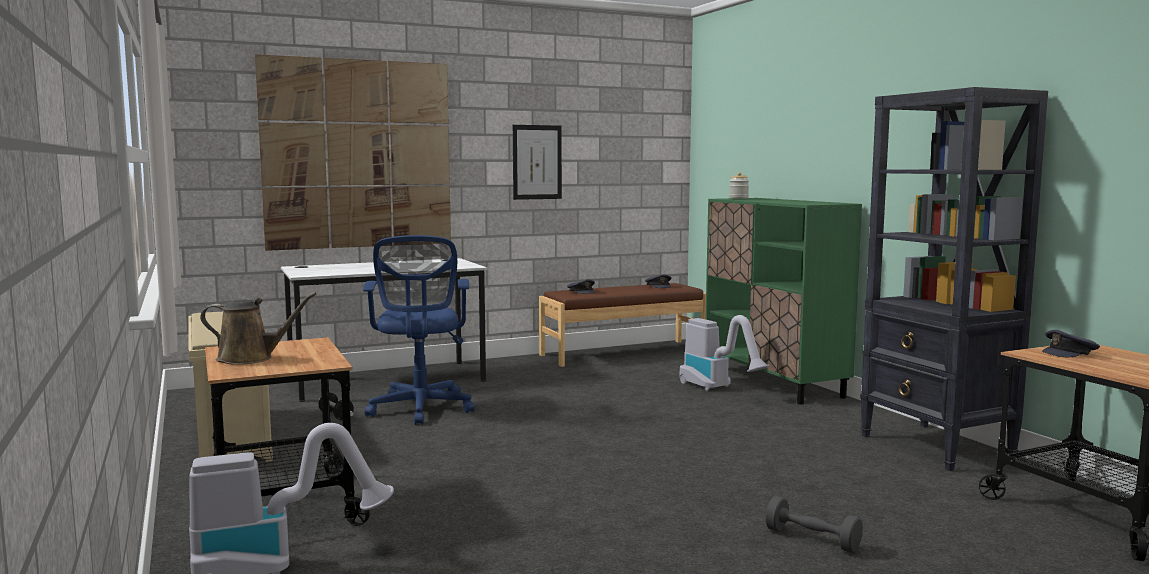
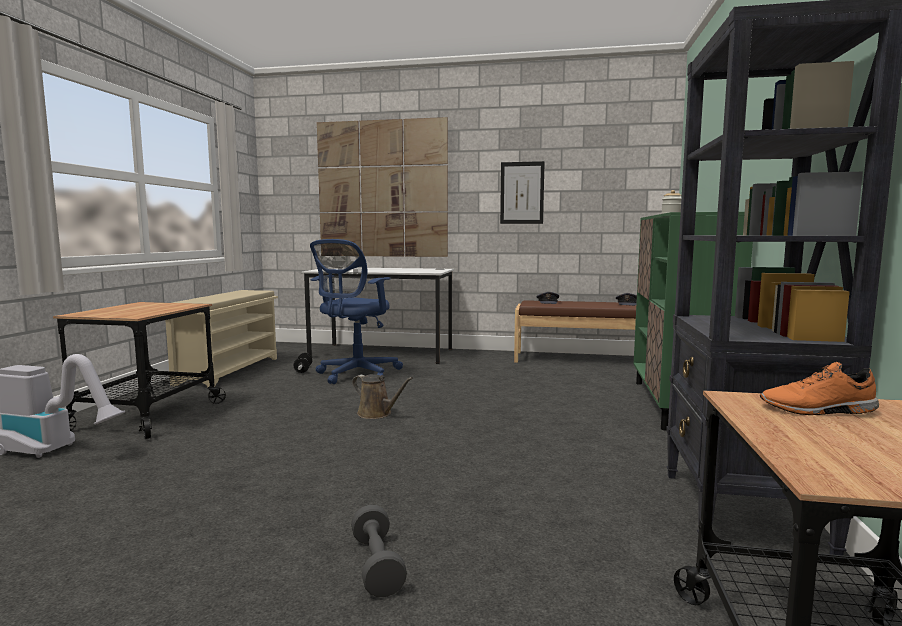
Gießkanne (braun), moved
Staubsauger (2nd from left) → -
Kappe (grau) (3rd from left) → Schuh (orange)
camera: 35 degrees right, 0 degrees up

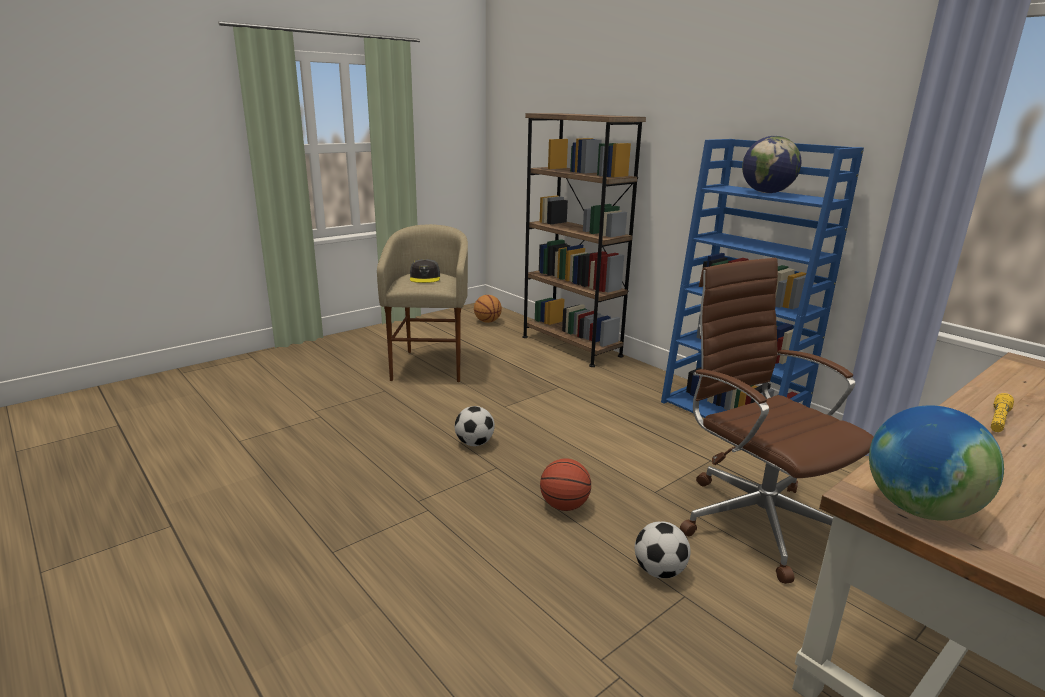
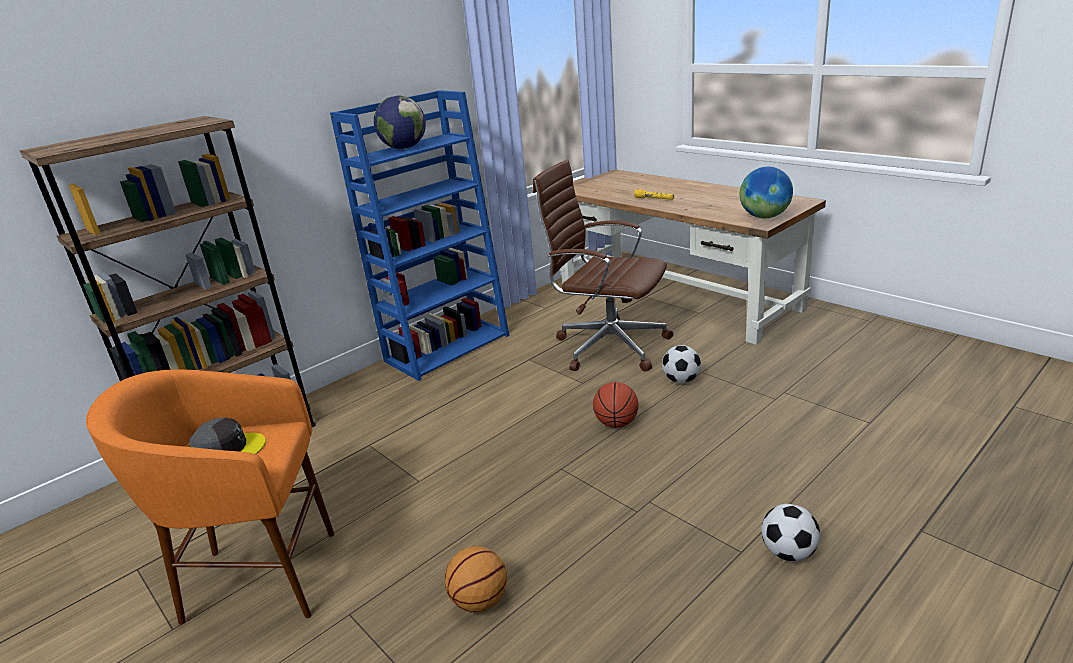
Hocker (beige) → Hocker (orange)
Fußball (1st from left in the first image) → Fußball (2nd from left), moved
Basketball (1st from left), moved
Bürostuhl (braun), 60 degrees clockwise
camera: 90 degrees left, 5 degrees up

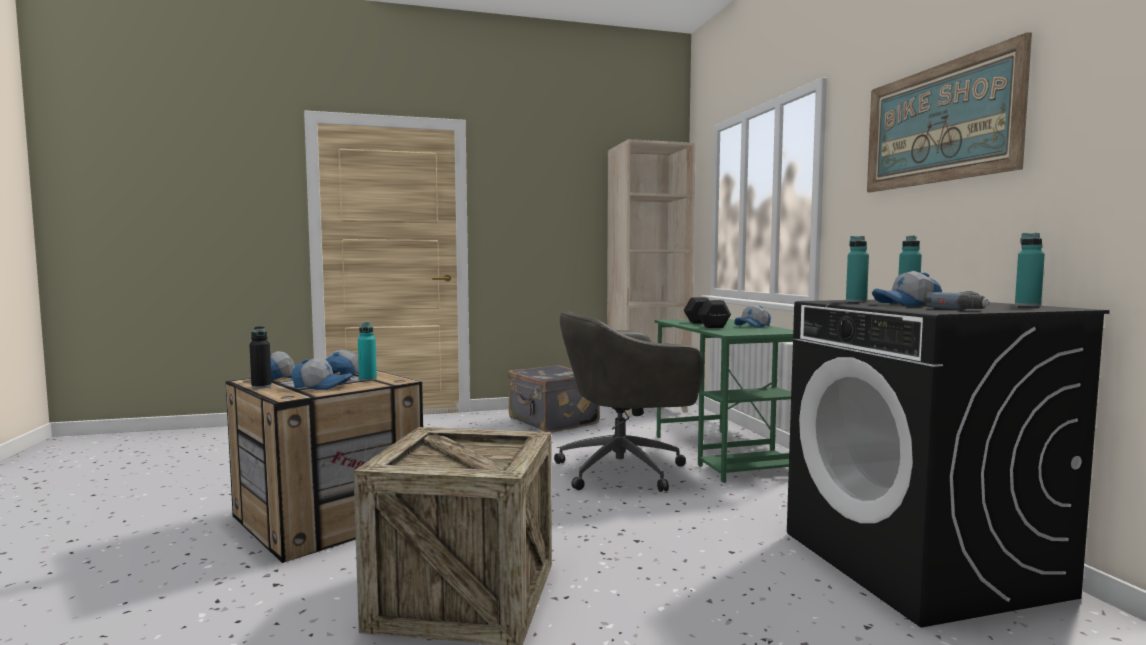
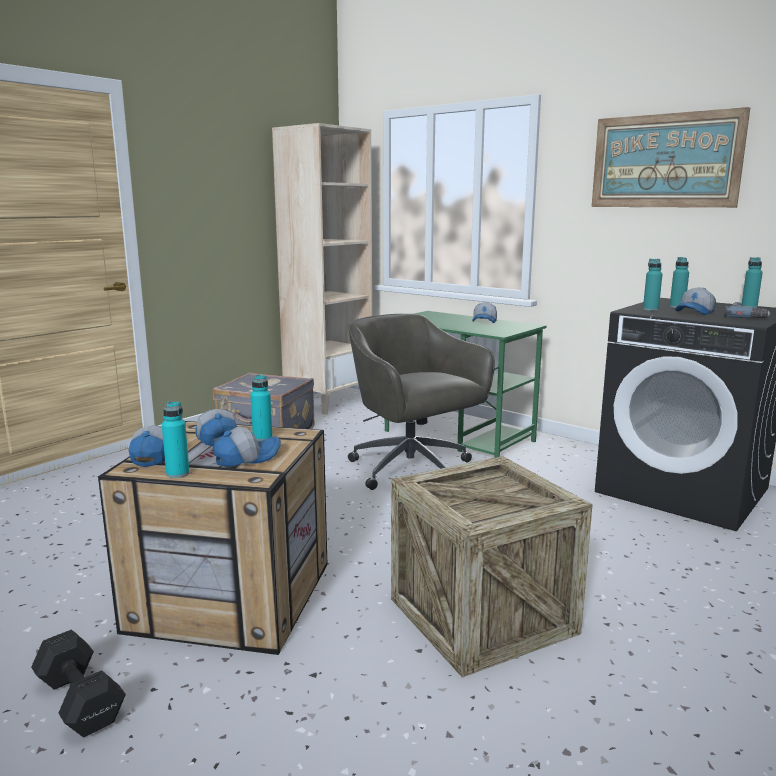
Flasche (schwarz) → Flasche (türkis) (1st from left)
Bürostuhl (grau), 105 degrees clockwise
Hantel (schwarz), moved
camera: 35 degrees left, 10 degrees up

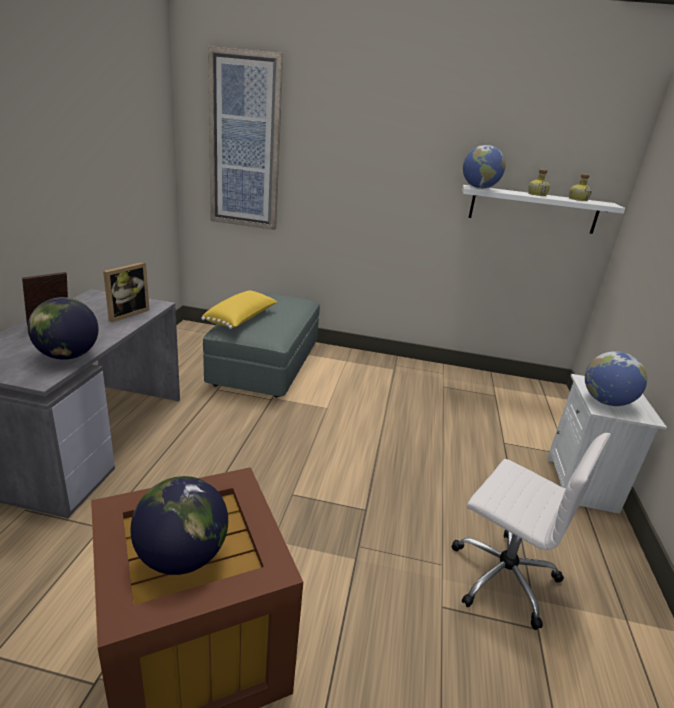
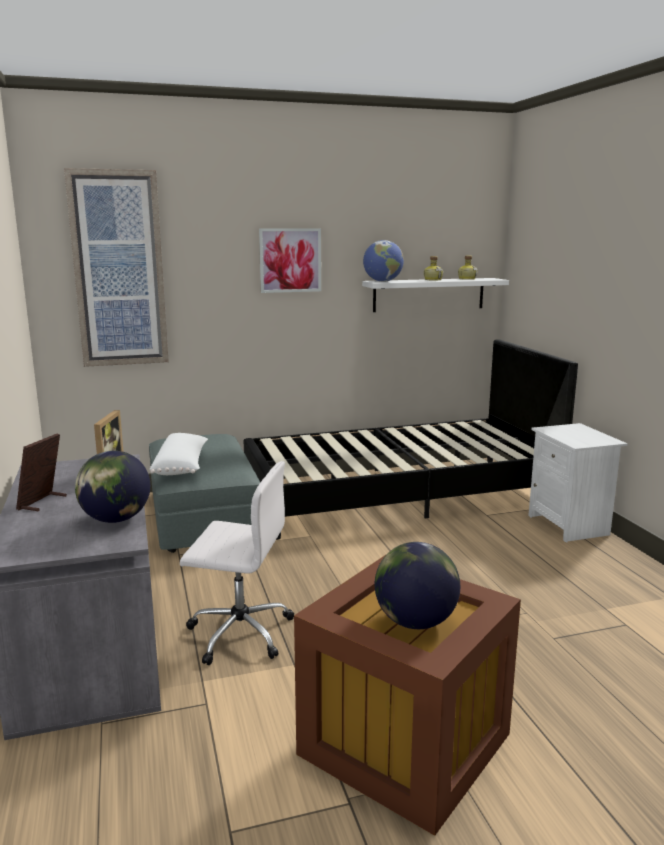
Kissen (gelb) → Kissen (weiß)
Bürostuhl (weiß), moved
Globus (4th from left) → -
- → Bett (schwarz)
- → Bild (2nd from left)
camera: 25 degrees left, 10 degrees down

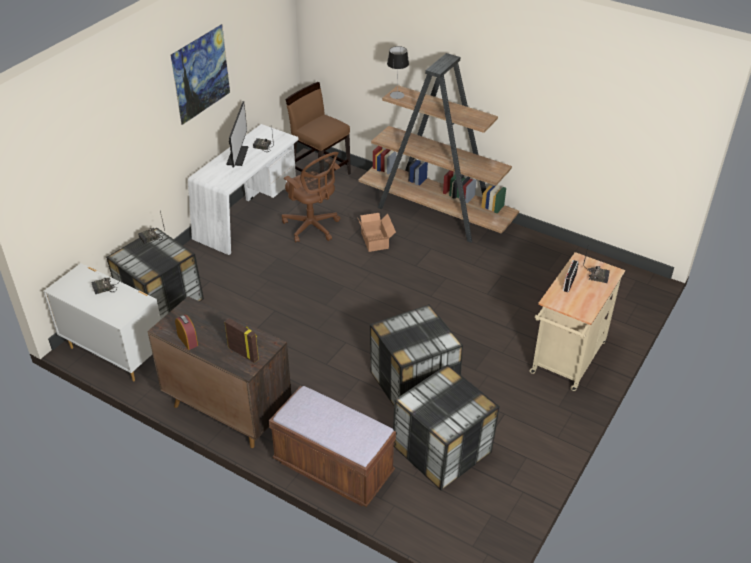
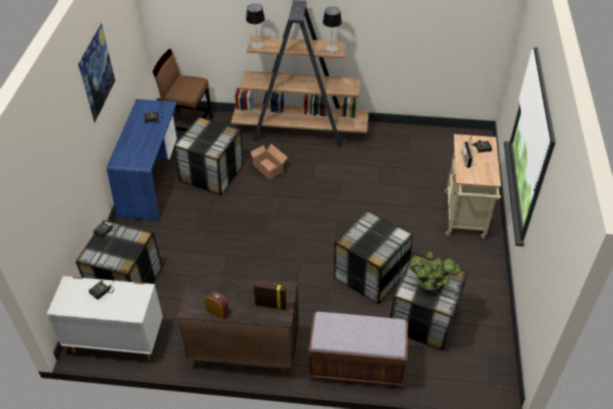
Schreibtisch (weiß) → Schreibtisch (blau)
Monitor → -
Bürostuhl (braun) → Aufbewahrungsbox (2nd from left)
- → Tischlampe (2nd from left)
- → Topfpflanze
camera: 25 degrees left, 5 degrees up

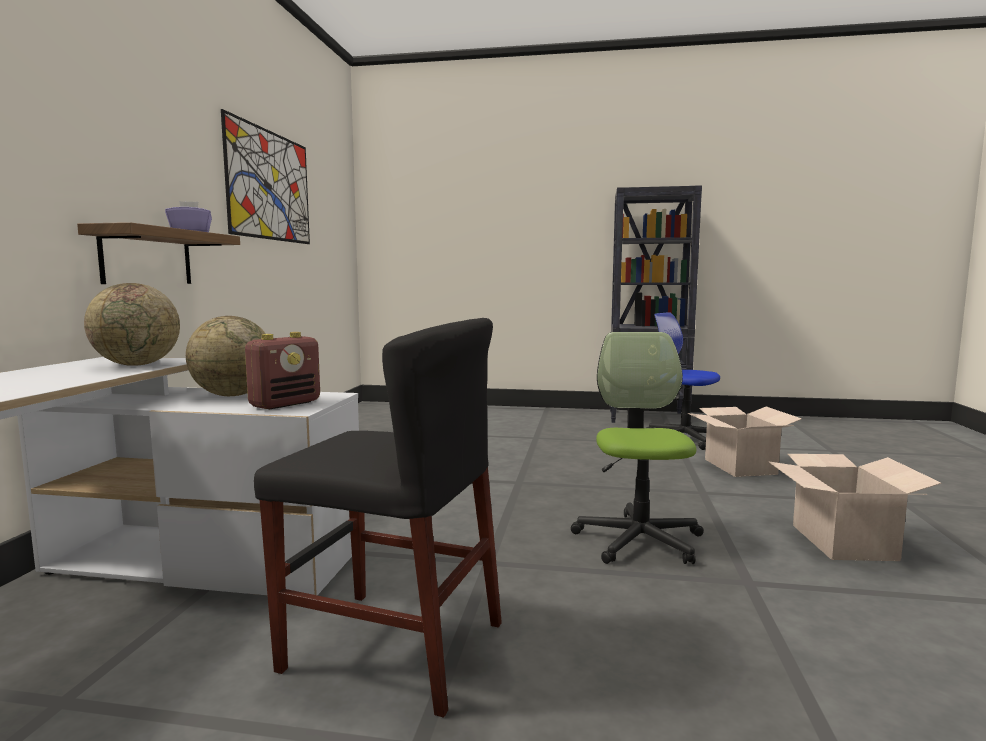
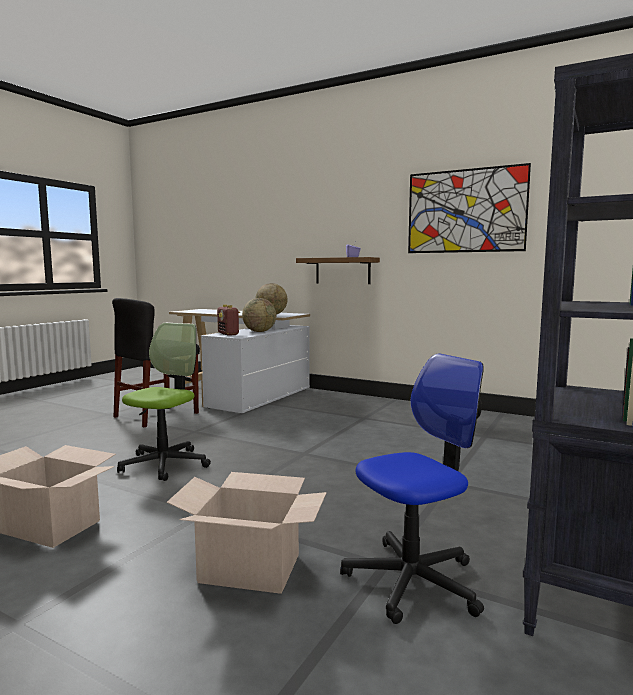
Bürostuhl (1st from left), 90 degrees counterclockwise
camera: 110 degrees right, 0 degrees up

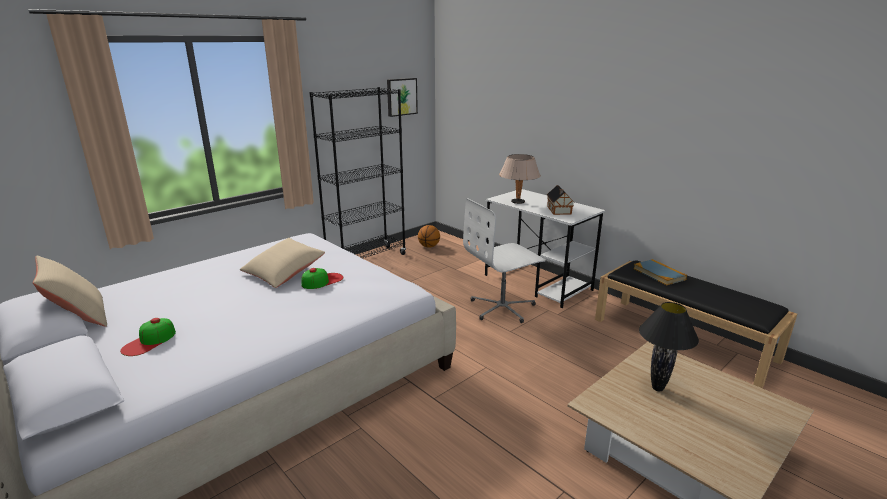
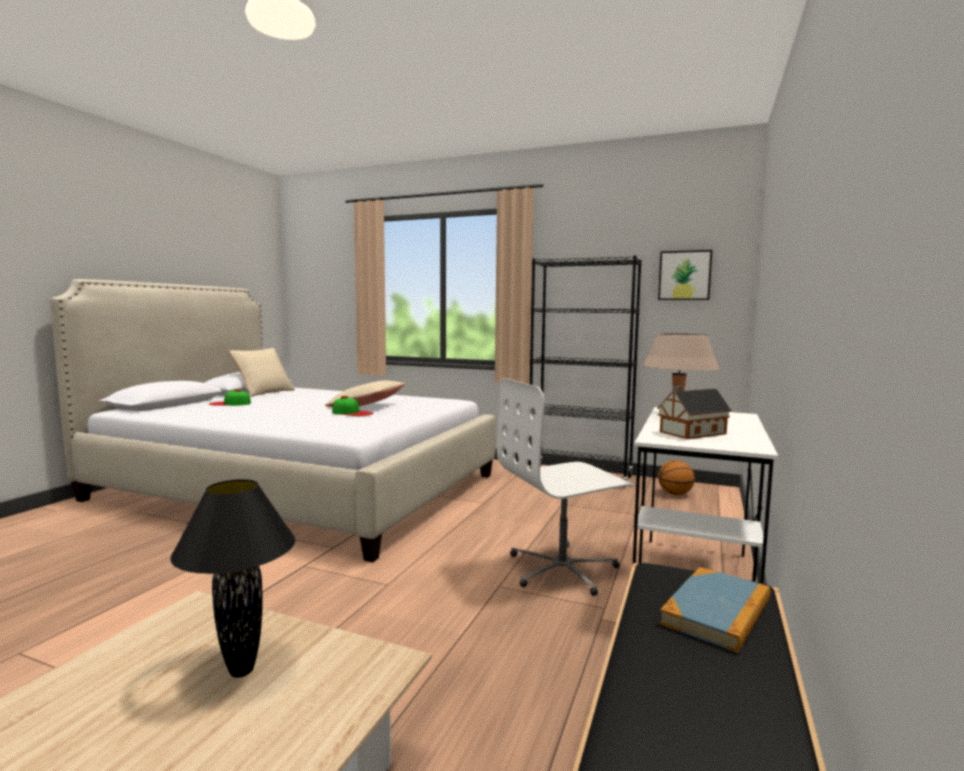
Bürostuhl (weiß), 60 degrees counterclockwise
camera: 65 degrees right, 15 degrees down

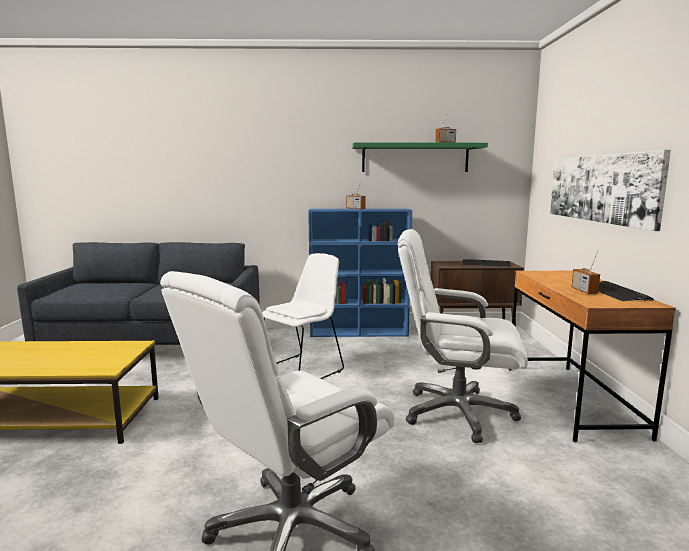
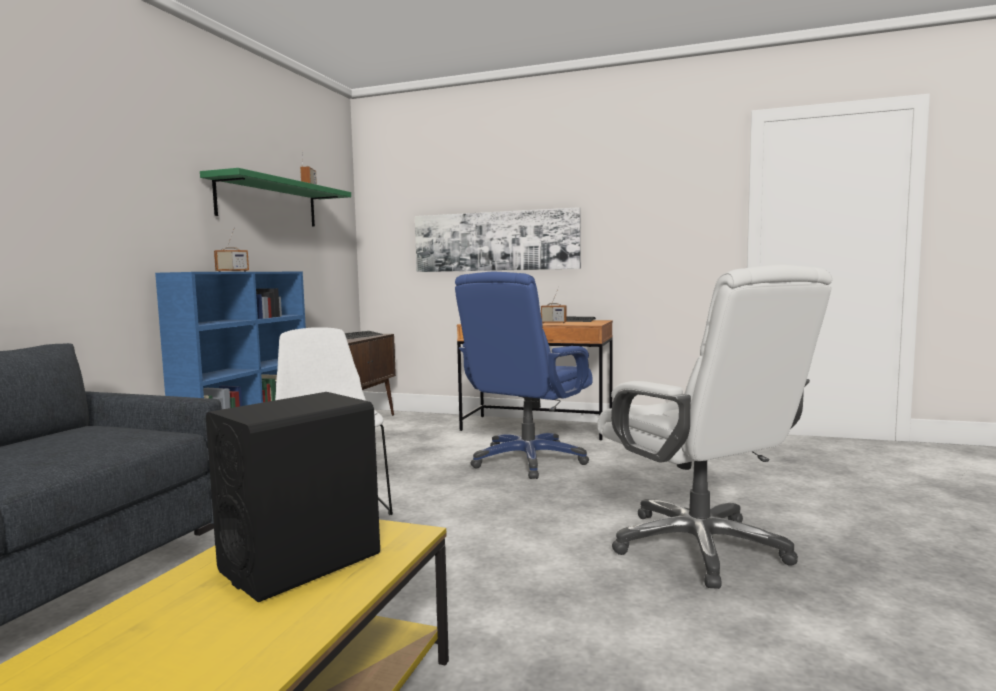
Bürostuhl (weiß) (2nd from left) → Bürostuhl (blau)
- → Lautsprecher (schwarz)
camera: 70 degrees left, 5 degrees down

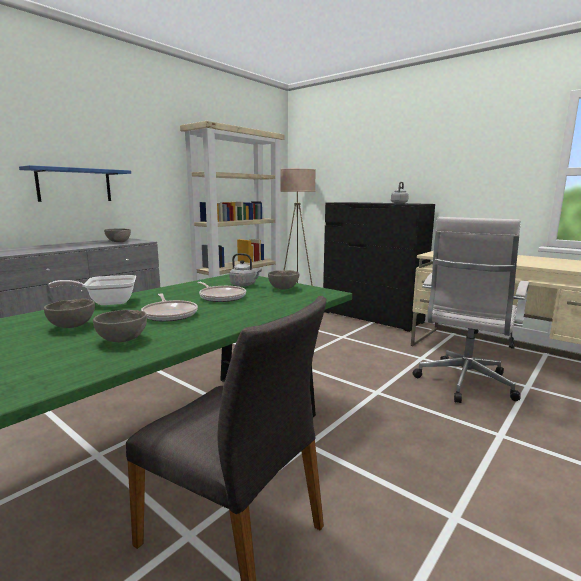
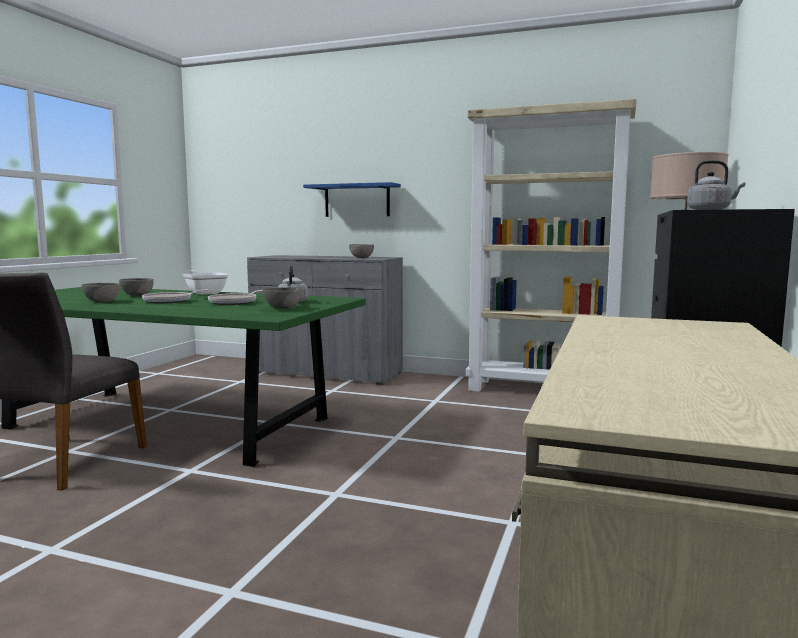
Bürostuhl (weiß) → -
camera: 70 degrees right, 5 degrees down

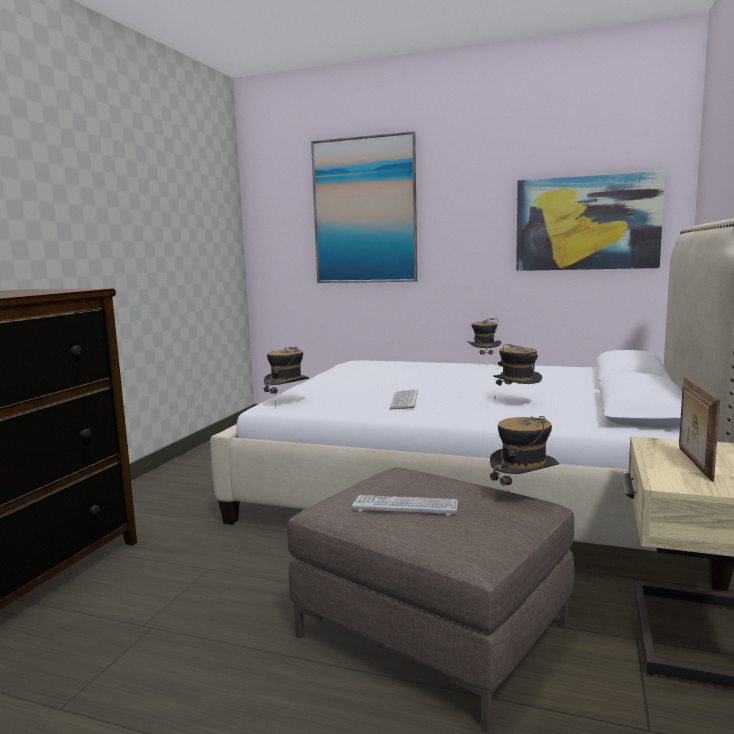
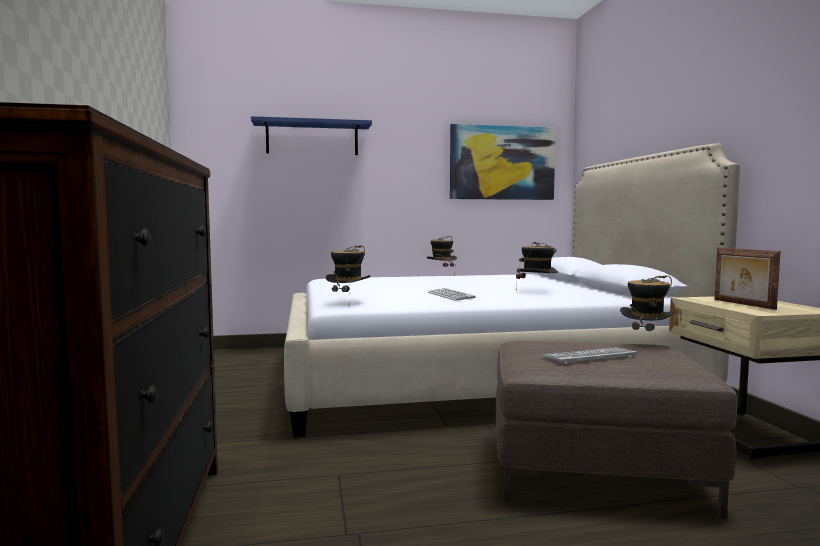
Bild (1st from left) → Wandregal (blau)
camera: 30 degrees left, 5 degrees down

